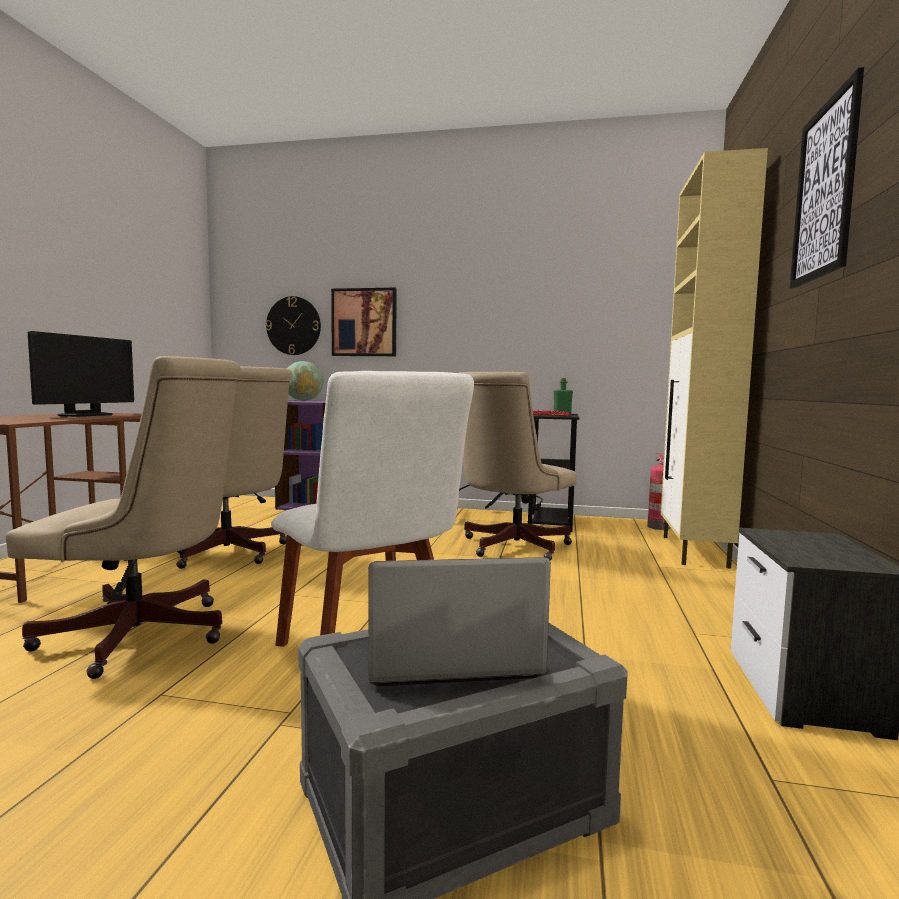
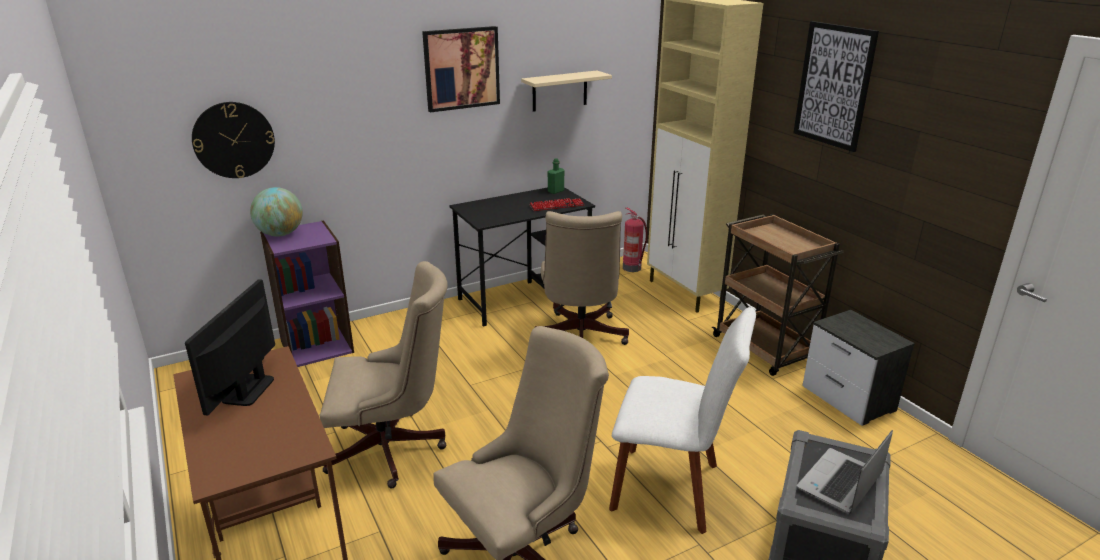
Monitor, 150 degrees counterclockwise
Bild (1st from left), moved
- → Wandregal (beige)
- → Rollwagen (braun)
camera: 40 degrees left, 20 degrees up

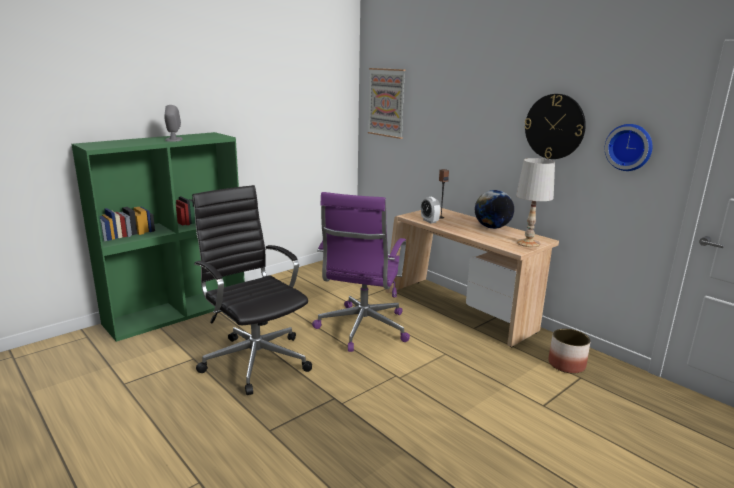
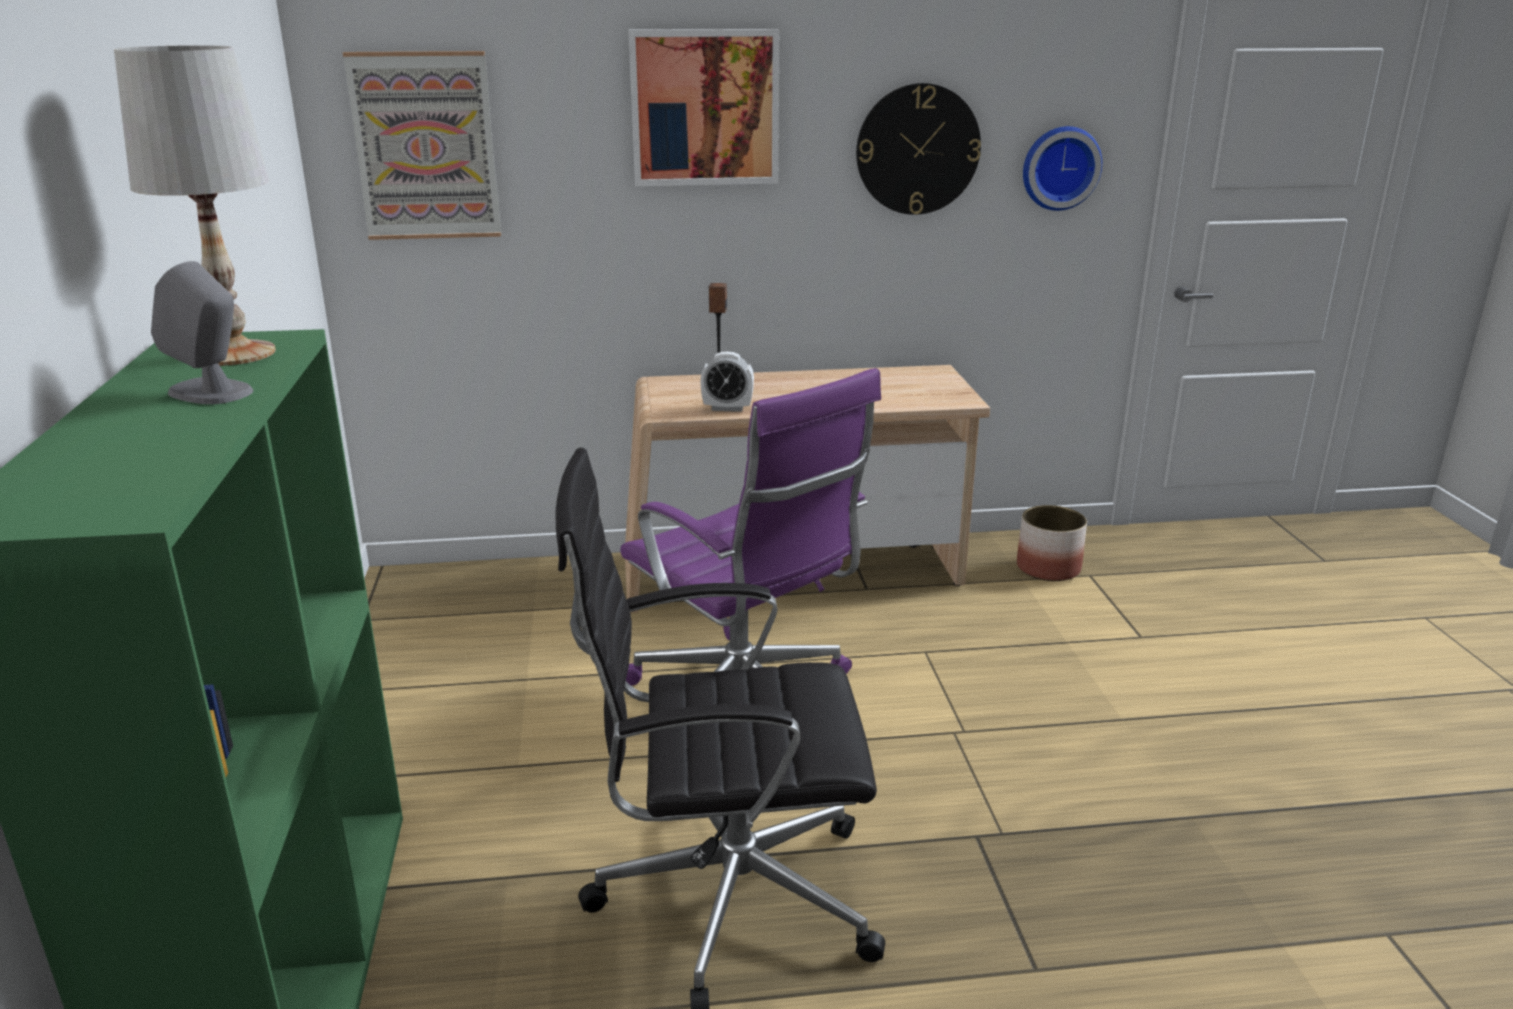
Globus → -
Tischlampe (weiß), moved
- → Bild (2nd from left)
camera: 55 degrees left, 5 degrees up

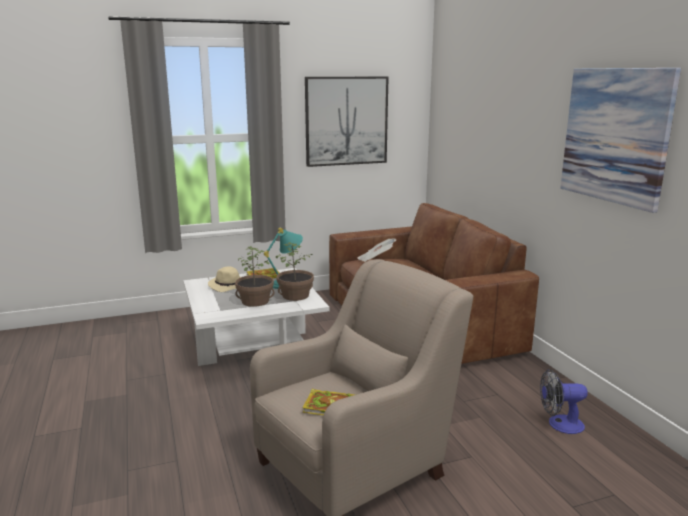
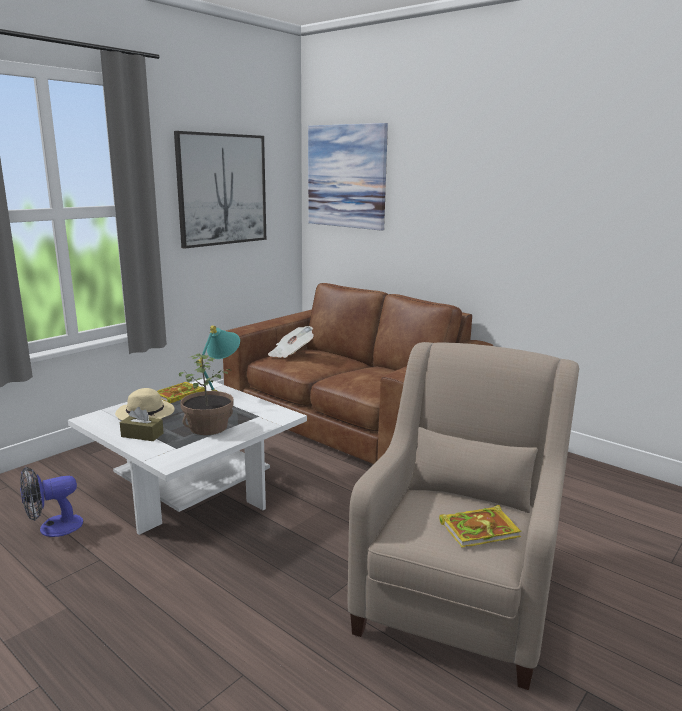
Topfpflanze (2nd from left) → -
Ventilator, moved
Bild (2nd from left), moved
- → Taschentuchbox (braun)
camera: 30 degrees left, 0 degrees up

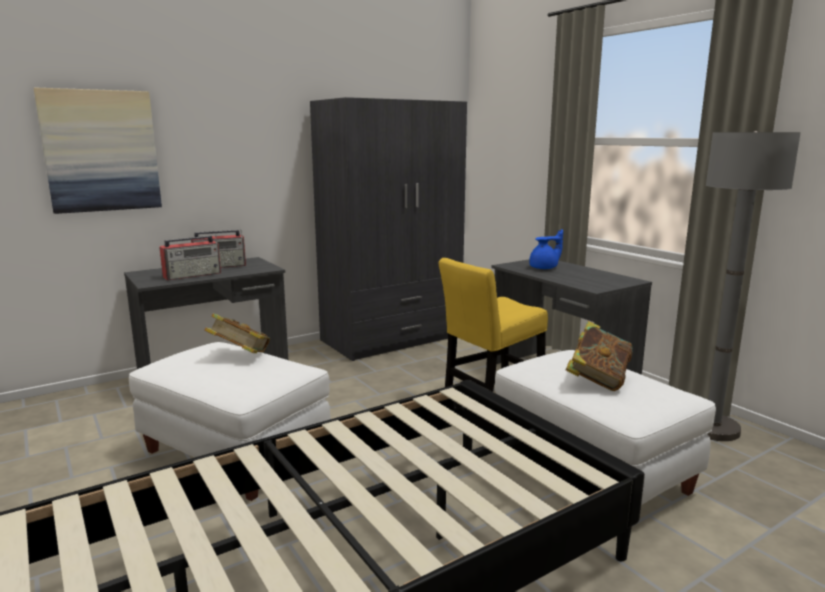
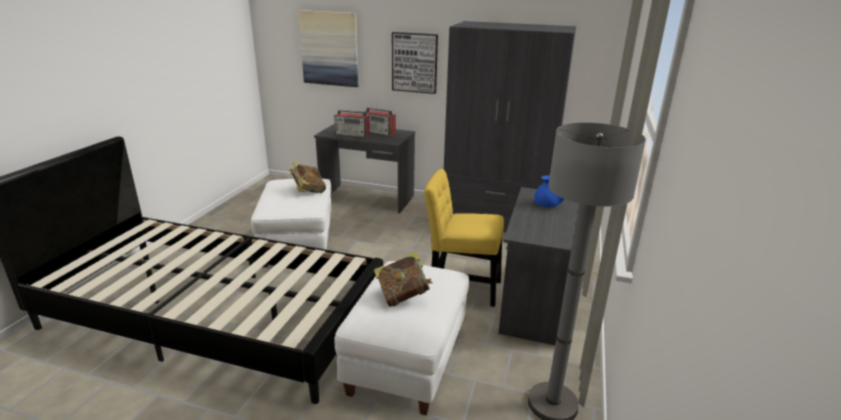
- → Bild (2nd from left)
camera: 50 degrees right, 10 degrees up

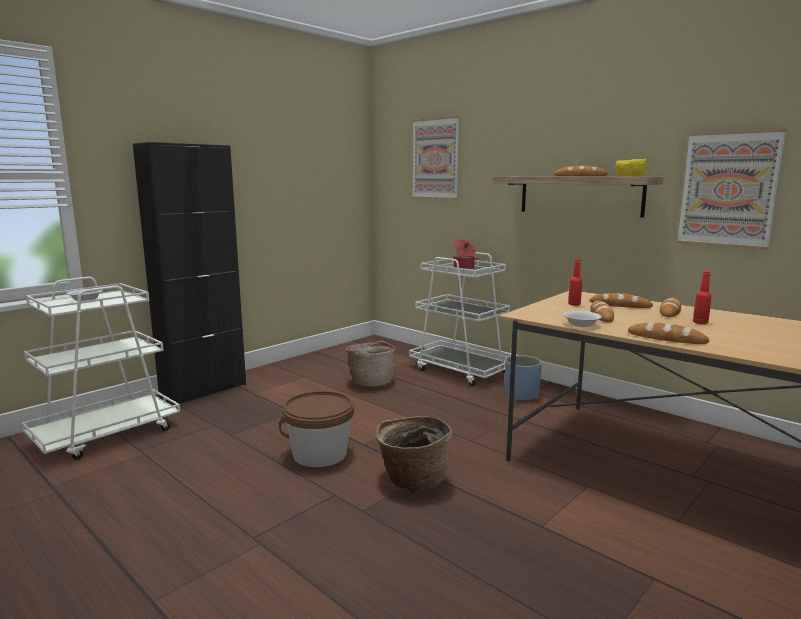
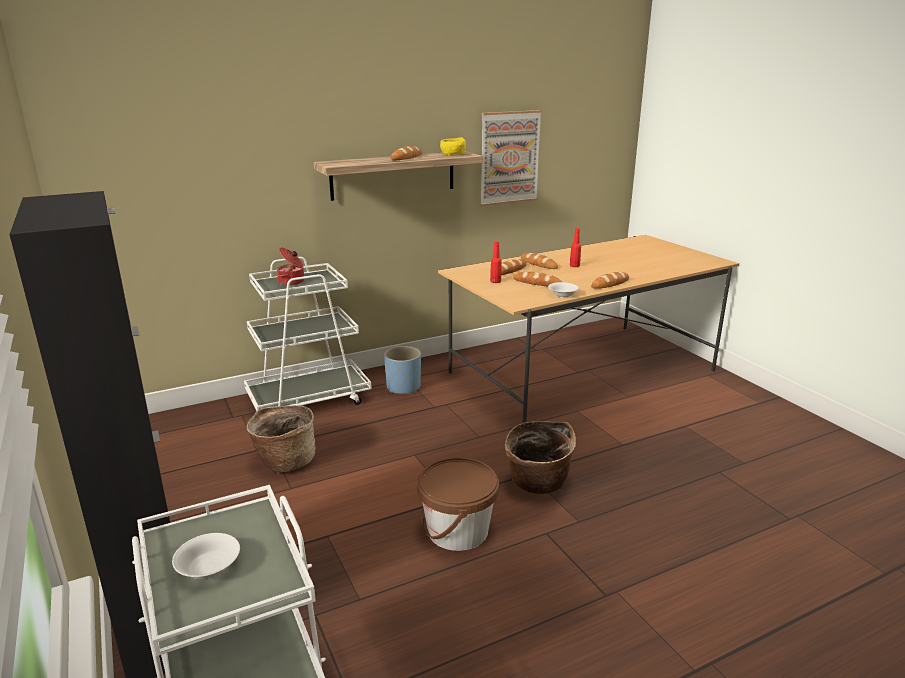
Bild (1st from left) → -
camera: 70 degrees left, 10 degrees up

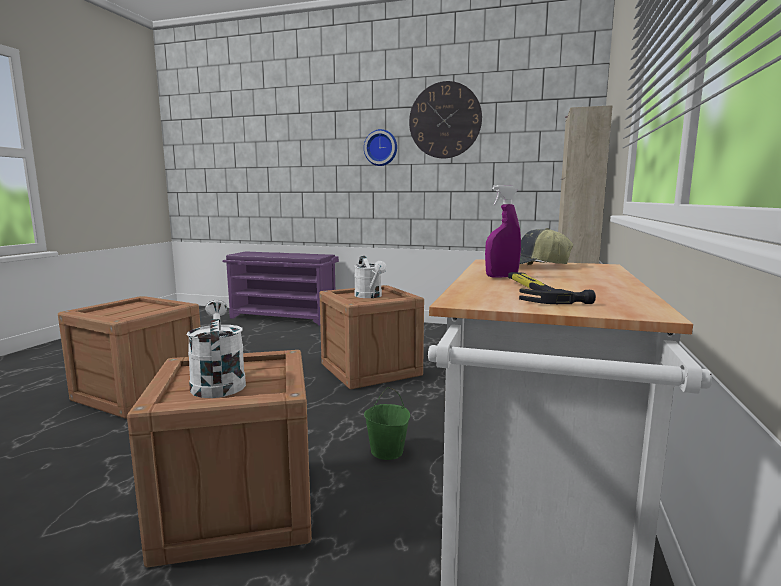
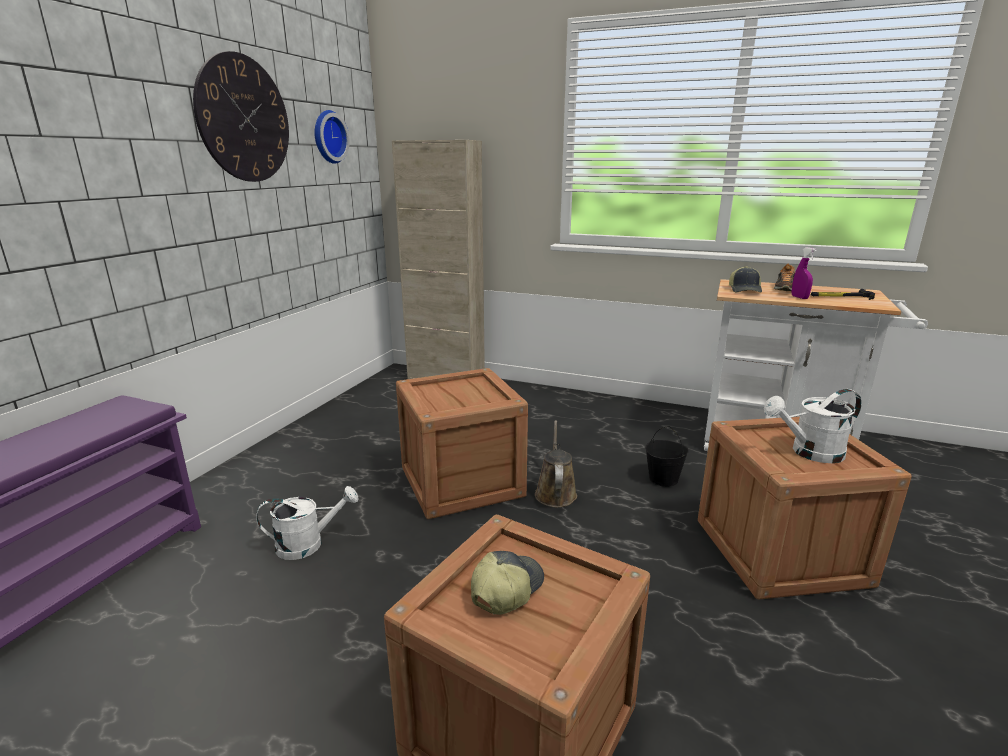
Gießkanne (weiß) (2nd from left in the first image) → Gießkanne (weiß) (1st from left), moved
Wanduhr (1st from left in the first image) → Wanduhr (2nd from left), moved
Eimer (grün) → Eimer (schwarz)
- → Kappe (1st from left)
- → Gießkanne (braun)
- → Schuh
camera: 85 degrees left, 10 degrees up

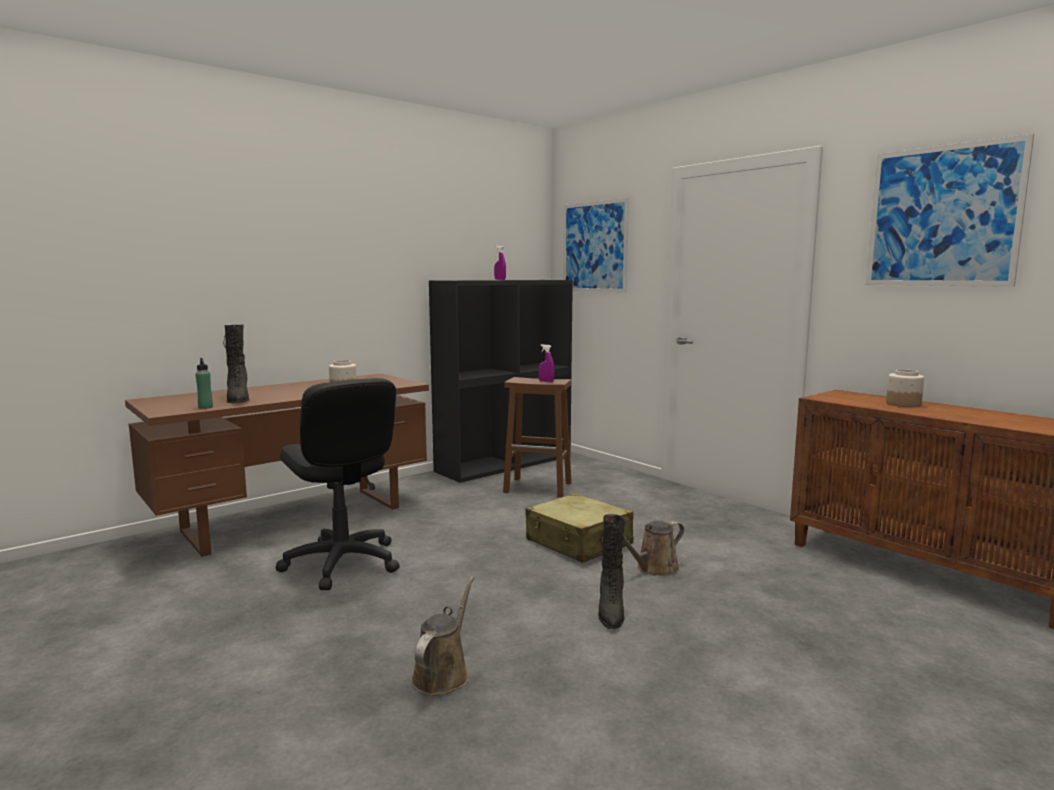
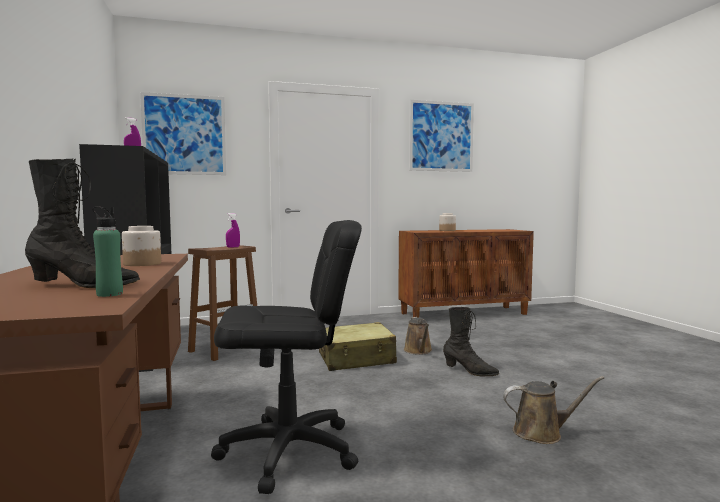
Gießkanne (braun) (1st from left in the first image) → Gießkanne (braun) (2nd from left), 135 degrees clockwise
camera: 65 degrees left, 5 degrees down

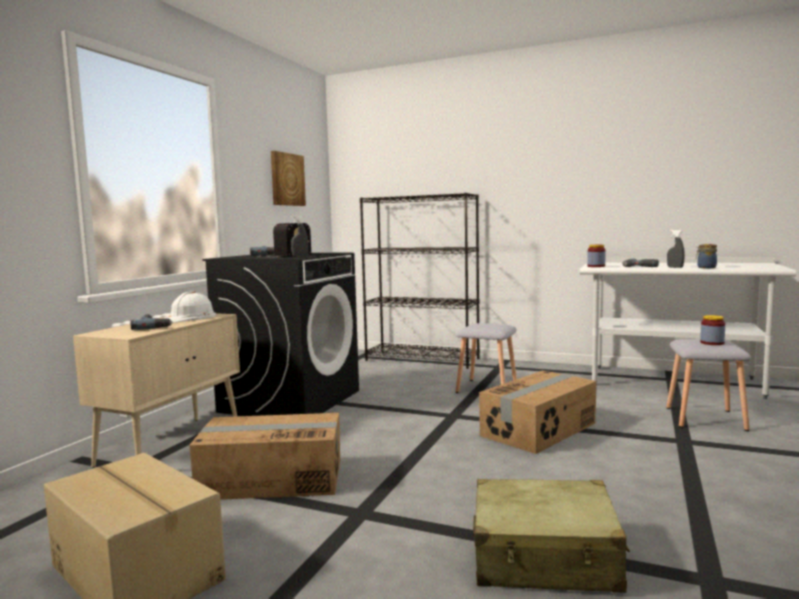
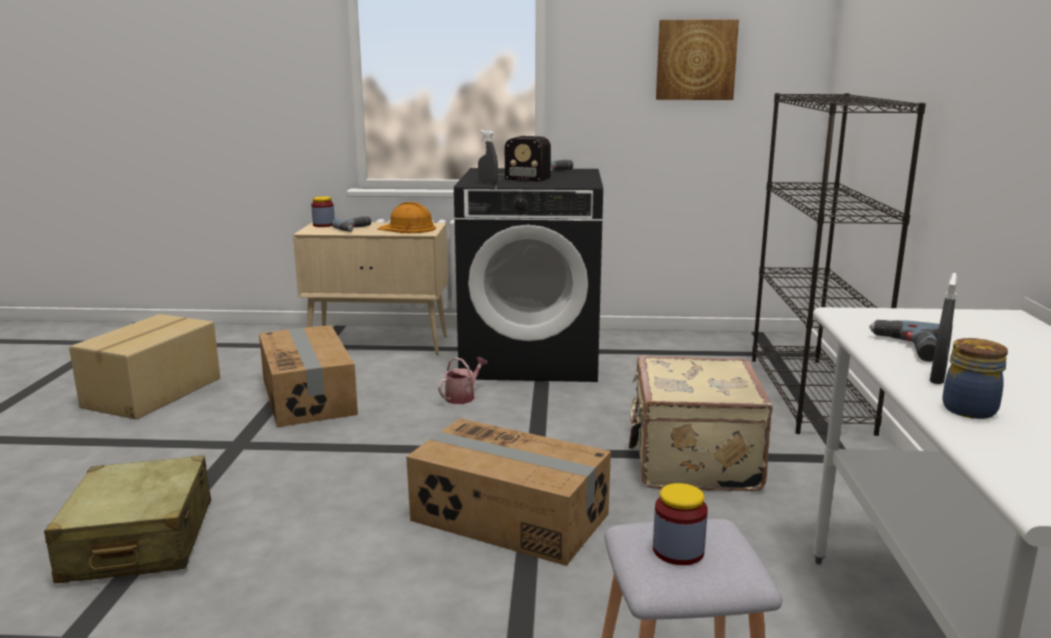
Schutzhelm (weiß) → Schutzhelm (orange)
Hocker (grau) (1st from left) → Koffer (beige) (2nd from left)
Vorratsglas (1st from left), moved
- → Gießkanne
camera: 70 degrees right, 10 degrees up

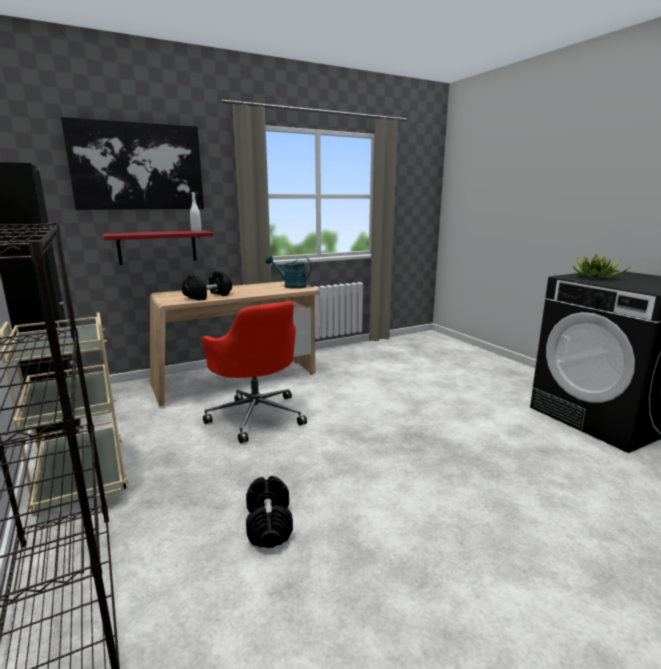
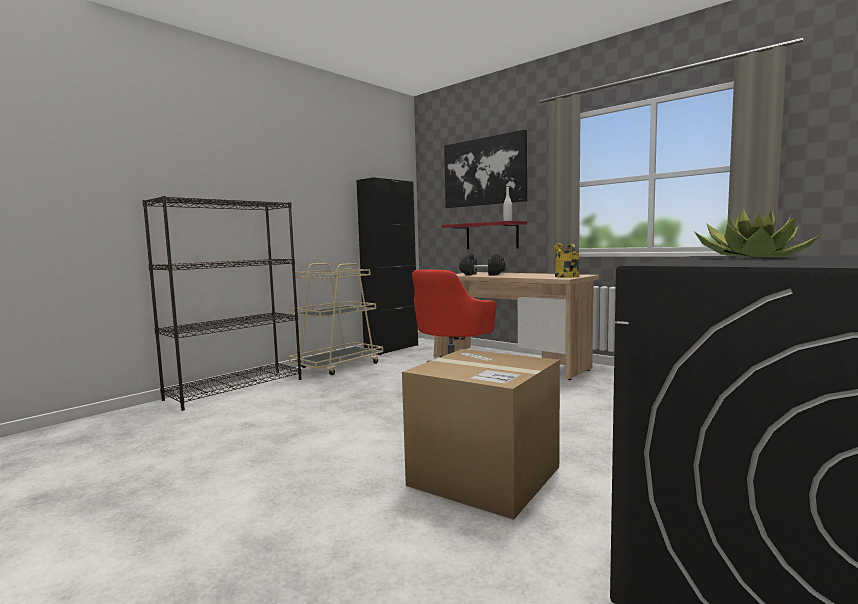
Hantel (schwarz) (2nd from left) → -
Gießkanne (türkis) → Gießkanne (gelb)
- → Karton
camera: 70 degrees right, 10 degrees down

